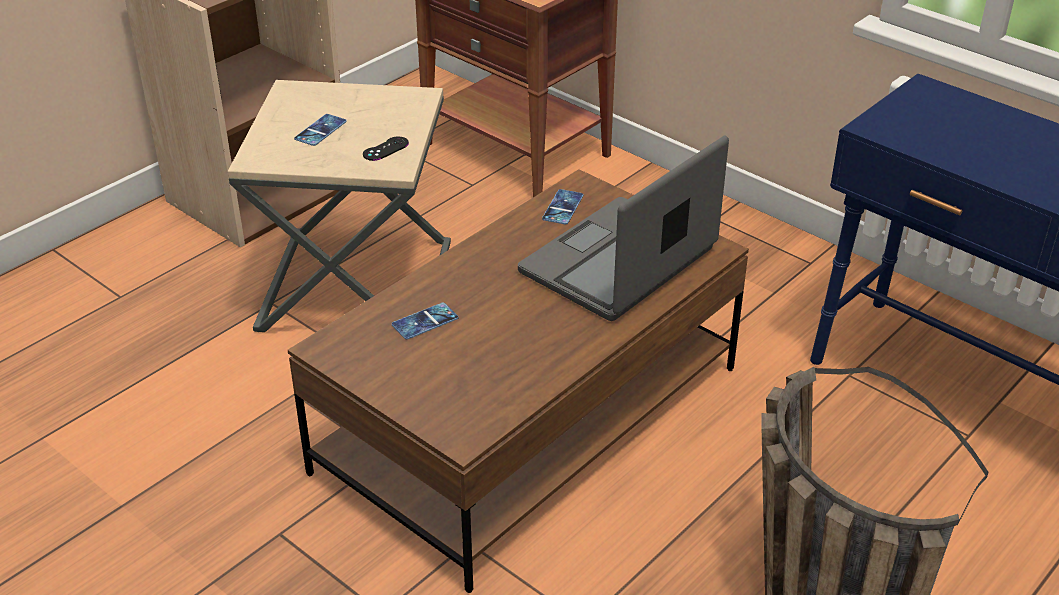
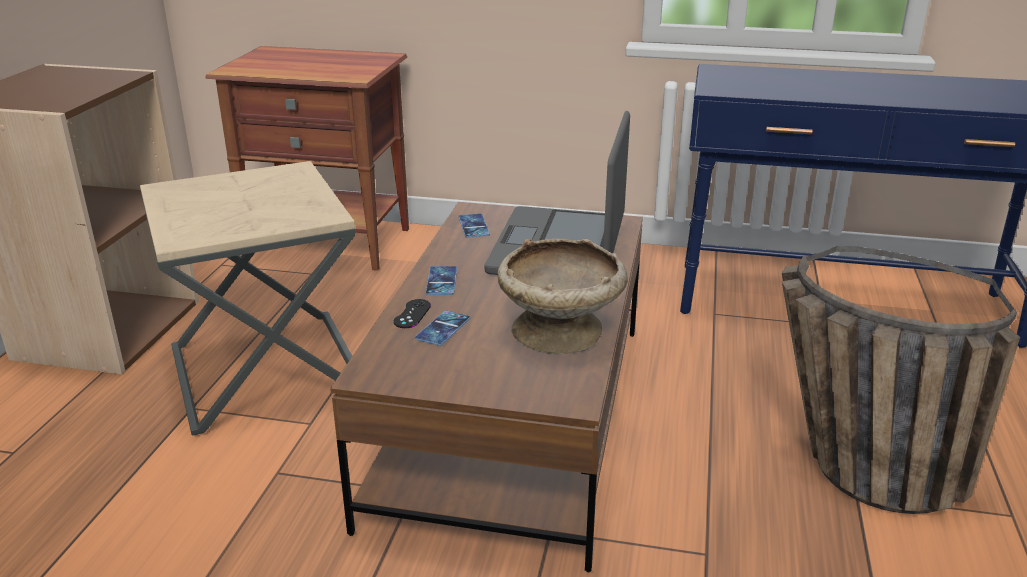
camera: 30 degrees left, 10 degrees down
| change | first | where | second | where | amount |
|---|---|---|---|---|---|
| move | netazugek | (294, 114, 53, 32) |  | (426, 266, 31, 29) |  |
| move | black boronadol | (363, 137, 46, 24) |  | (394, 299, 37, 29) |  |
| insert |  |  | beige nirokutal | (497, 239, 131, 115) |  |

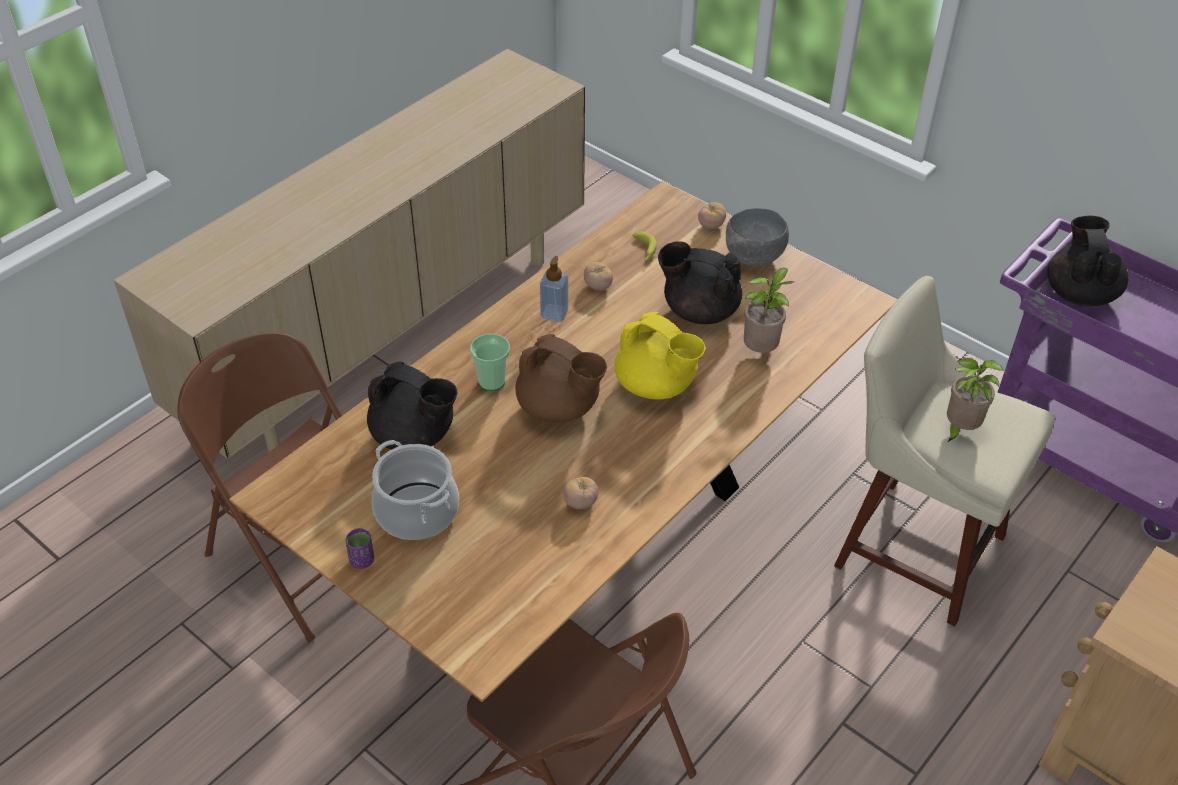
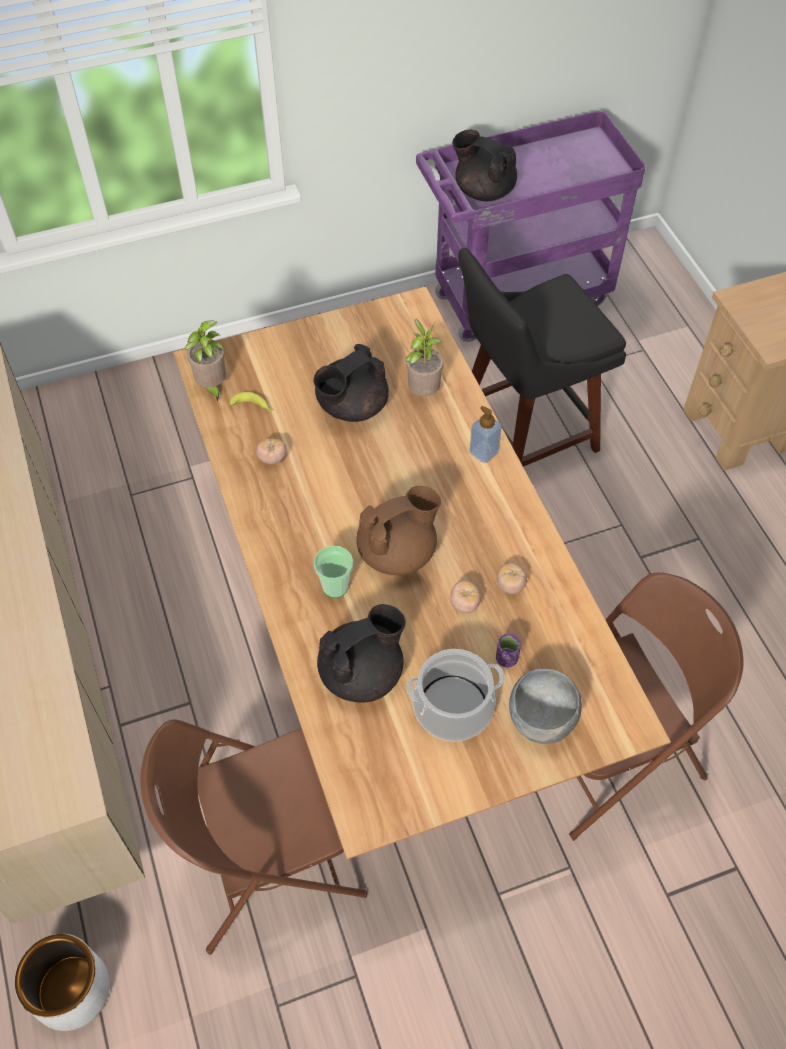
camera: 60 degrees left, 10 degrees up
| change | first | where | second | where | amount |
|---|---|---|---|---|---|
| move | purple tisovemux | (345, 528, 29, 41) |  | (496, 633, 25, 35) |  |
| move | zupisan | (540, 256, 28, 66) |  | (469, 406, 33, 57) |  |
| delete | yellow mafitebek | (615, 312, 90, 88) |  |  |  |
| move | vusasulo | (698, 202, 28, 27) |  | (450, 580, 31, 33) |  |
| move | grey nirokutal | (726, 208, 63, 58) |  | (509, 669, 73, 75) |  |
| recolor | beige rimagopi | (834, 276, 221, 351) | black rimagopi | (458, 248, 168, 219) |  |
| move | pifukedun | (947, 358, 57, 84) |  | (184, 321, 42, 81) |  |
| insert |  |  | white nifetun | (14, 934, 96, 97) |  |

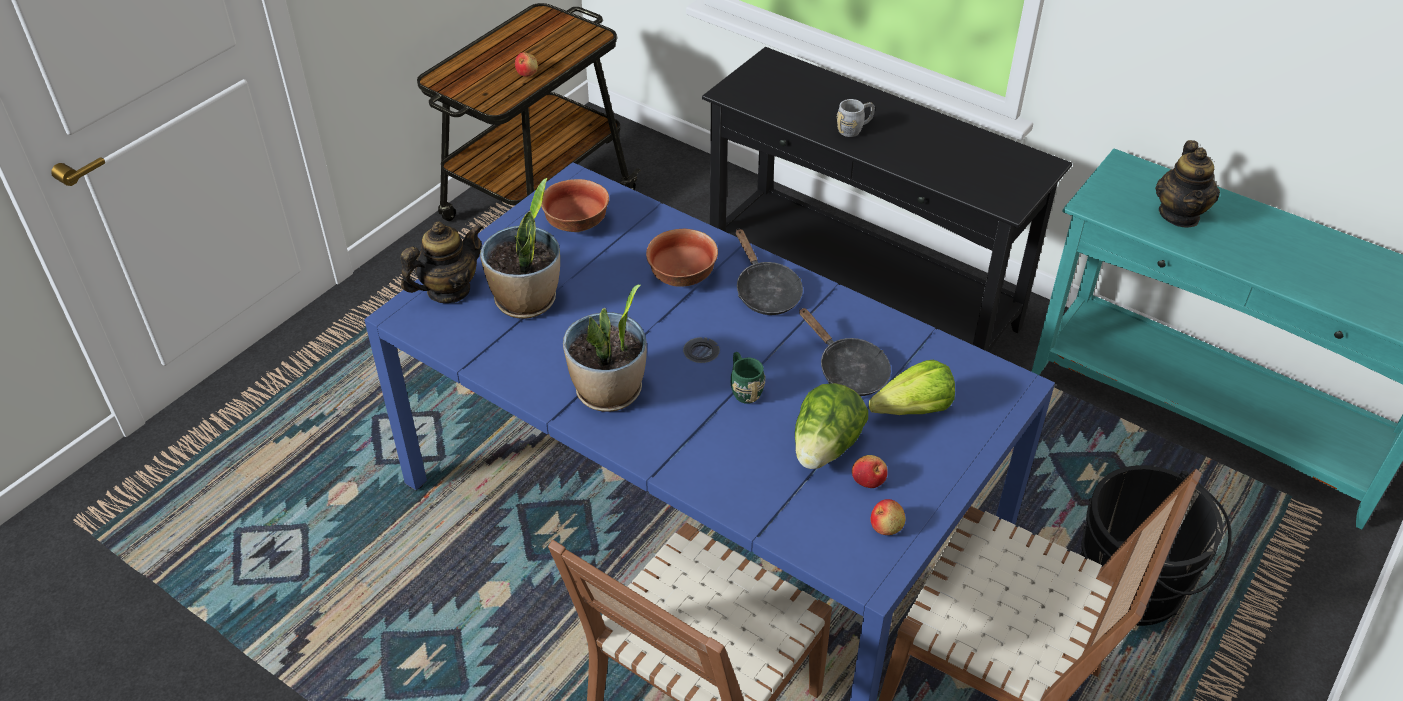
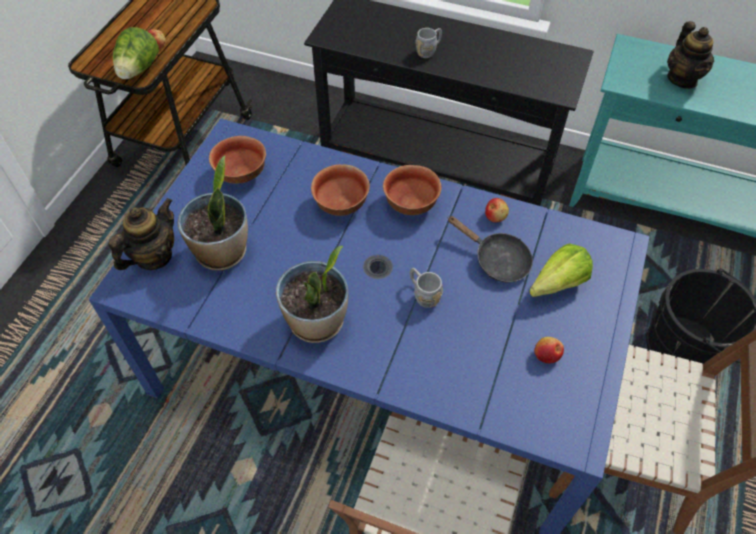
camera: 15 degrees left, 10 degrees up
| change | first | where | second | where | amount |
|---|---|---|---|---|---|
| recolor | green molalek | (731, 352, 34, 52) | grey molalek | (410, 268, 33, 40) |  |
| replace | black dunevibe | (736, 228, 67, 87) | nirokutal | (383, 165, 58, 50) |  |
| move | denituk | (795, 383, 73, 86) |  | (113, 27, 46, 52) |  |
| move | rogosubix | (871, 499, 34, 36) |  | (485, 198, 24, 24) |  |

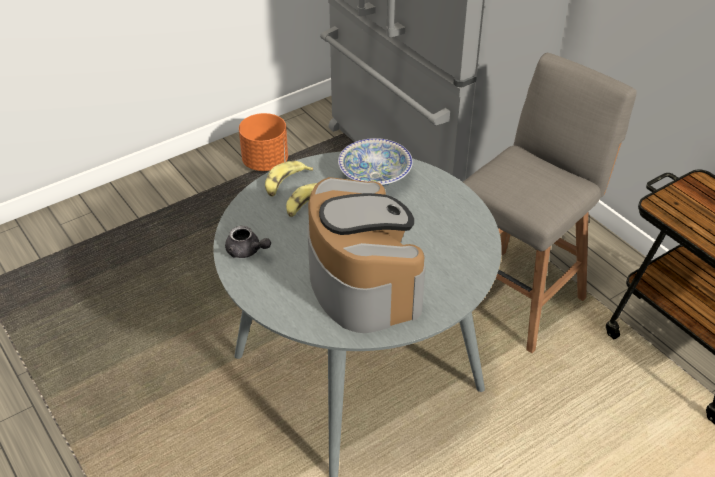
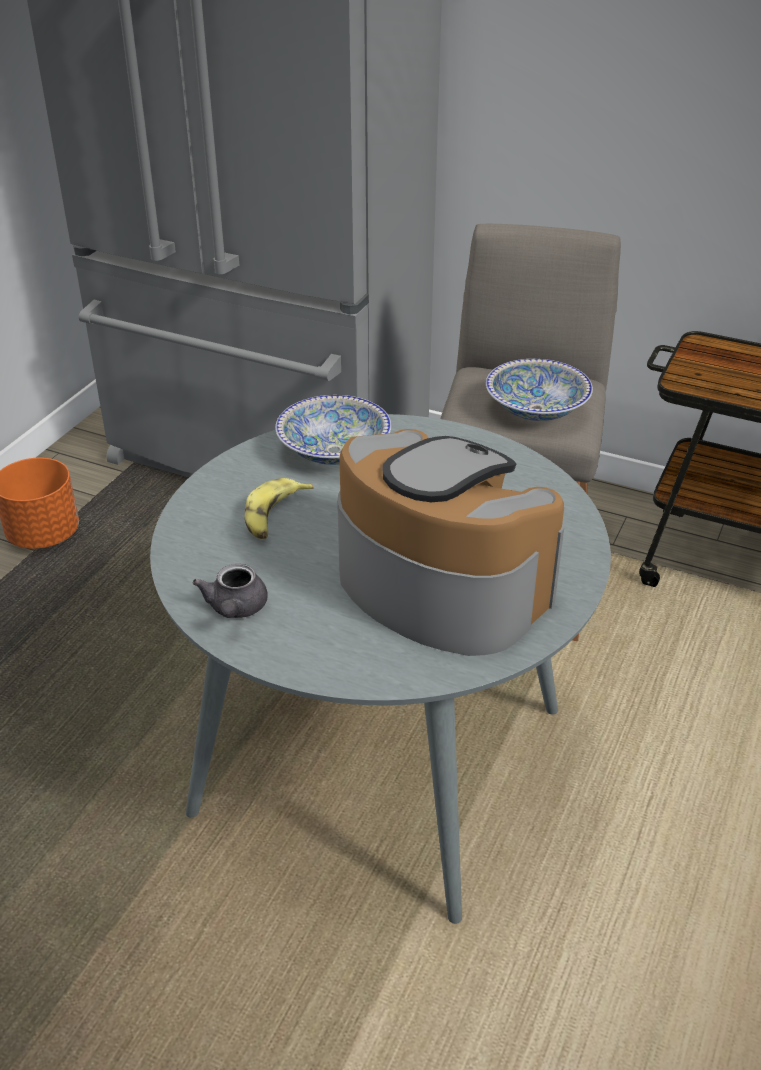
camera: 30 degrees left, 5 degrees down
| change | first | where | second | where | amount |
|---|---|---|---|---|---|
| rotate | grey mafitebek | (225, 226, 46, 32) |  | (192, 564, 76, 54) | 90 degrees clockwise |
| delete | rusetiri | (265, 161, 48, 36) |  |  |  |
| insert |  |  | nirokutal | (486, 359, 107, 62) |  |

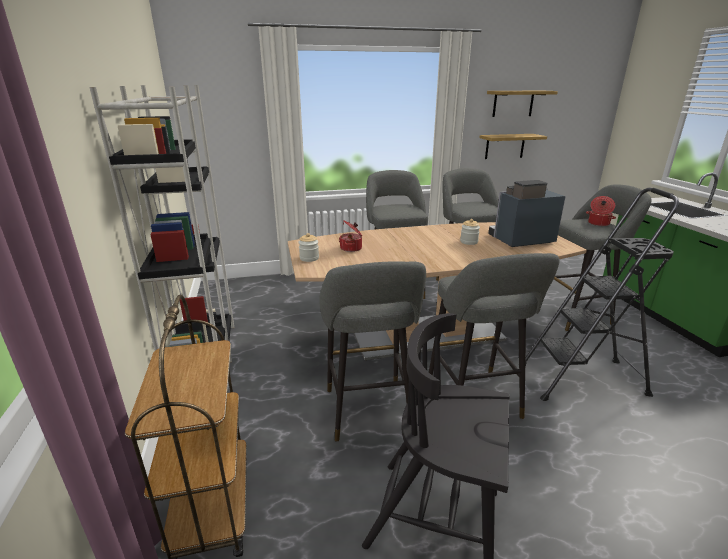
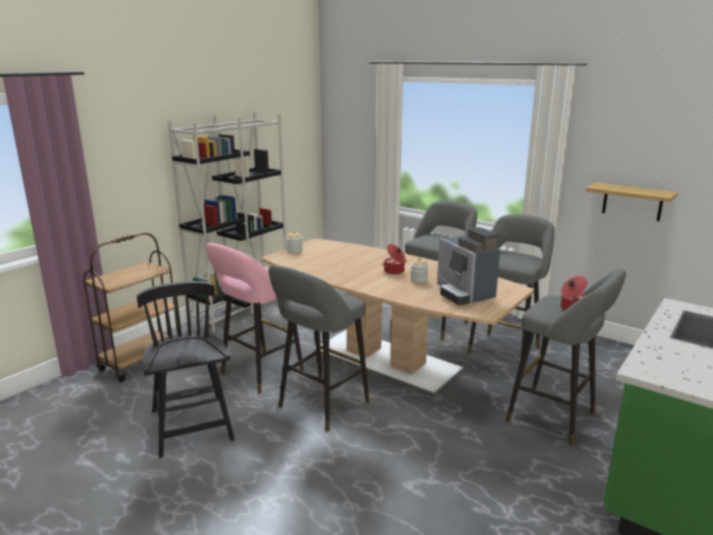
camera: 50 degrees right, 5 degrees down
| change | first | where | second | where | amount |
|---|---|---|---|---|---|
| recolor | grey rimagopi | (319, 261, 107, 181) | pink rimagopi | (206, 243, 98, 151) |  |
| move | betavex | (339, 220, 23, 32) |  | (382, 244, 25, 30) |  |
| delete | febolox | (487, 91, 71, 26) |  |  |  |
| rotate | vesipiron | (488, 180, 78, 67) |  | (437, 227, 63, 78) | 150 degrees counterclockwise |
| delete | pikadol | (525, 188, 154, 213) |  |  |  |

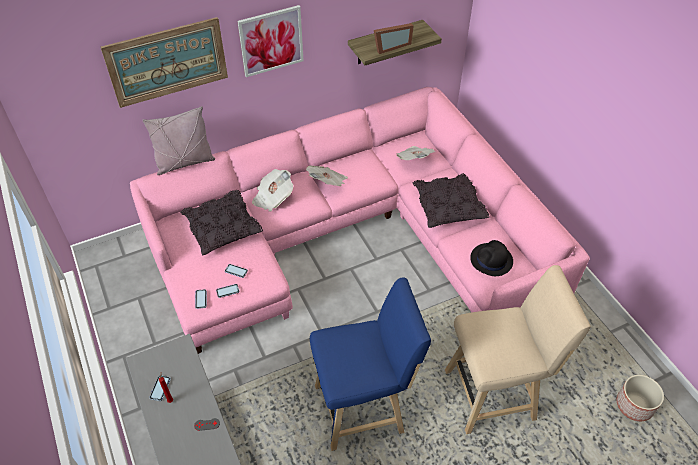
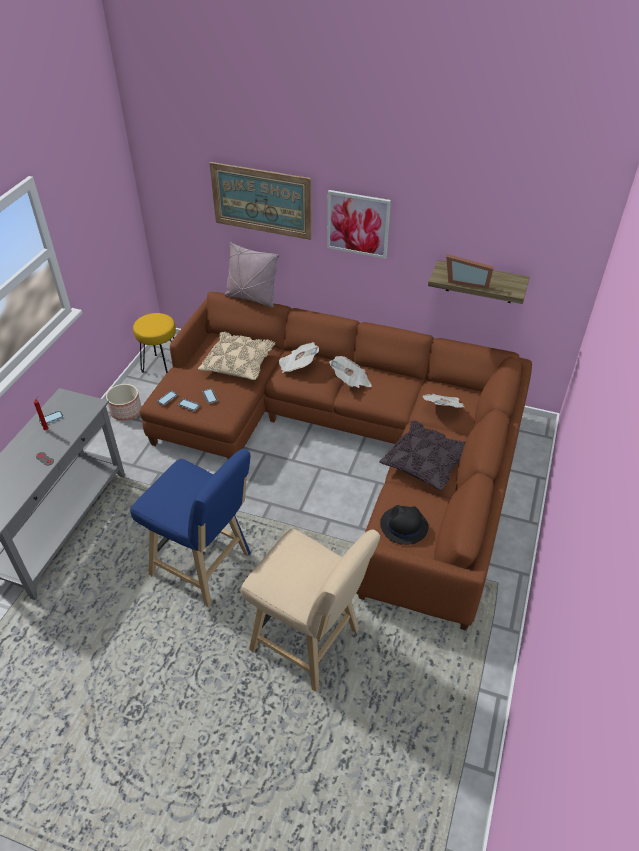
camera: 45 degrees right, 5 degrees down
| change | first | where | second | where | amount |
|---|---|---|---|---|---|
| recolor | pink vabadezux | (130, 87, 460, 267) | brown vabadezux | (140, 292, 392, 339) |  |
| recolor | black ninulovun | (180, 190, 83, 65) | beige ninulovun | (198, 332, 77, 48) |  |
| move | nifetun | (617, 375, 47, 46) |  | (106, 384, 36, 37) |  |
| insert |  |  | yellow rimagopi | (133, 313, 43, 61) |  |

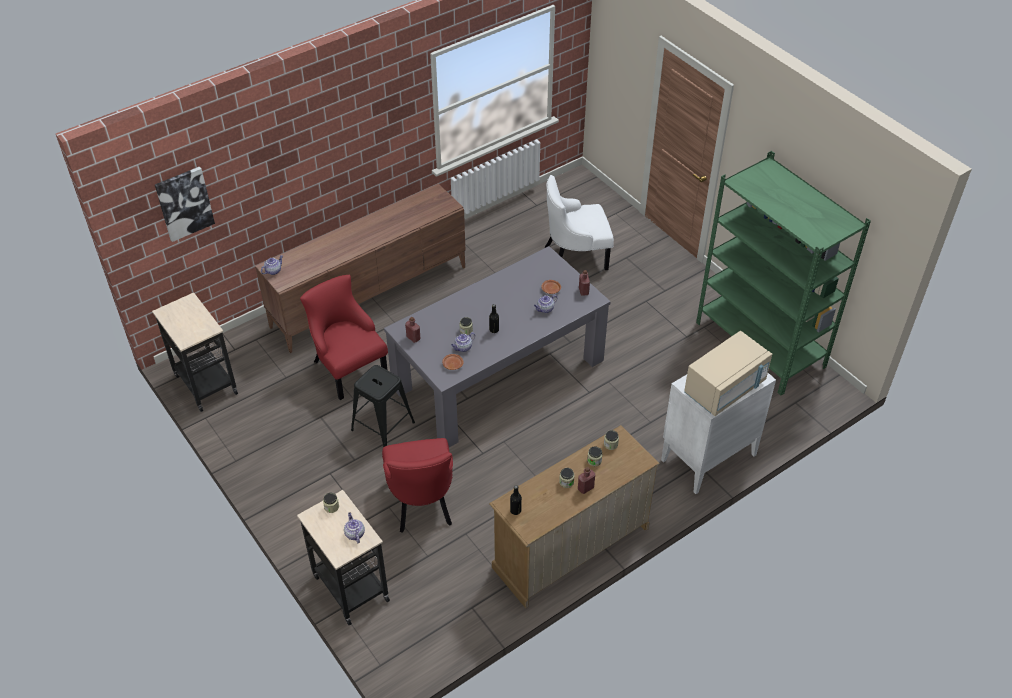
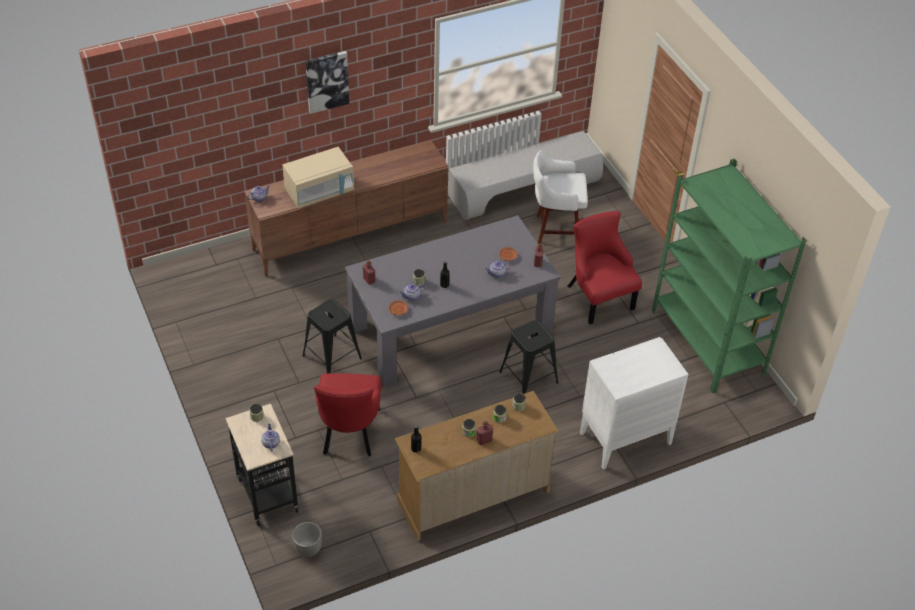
camera: 10 degrees right, 0 degrees up
| change | first | where | second | where | amount |
|---|---|---|---|---|---|
| delete | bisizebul | (152, 292, 86, 120) |  |  |  |
| move | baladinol | (155, 166, 60, 76) |  | (305, 51, 44, 63) |  |
| move | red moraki | (300, 275, 88, 125) |  | (568, 211, 74, 114) |  |
| replace | white moraki | (544, 175, 70, 95) | white rimagopi | (533, 150, 55, 94) |  |
| move | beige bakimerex | (684, 331, 88, 85) |  | (282, 147, 72, 62) |  |
| insert |  |  | nifetun | (292, 522, 30, 35) |  |
| insert |  |  | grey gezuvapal | (448, 131, 155, 89) |  |
| insert |  |  | black rimagopi | (499, 320, 59, 74) |  |

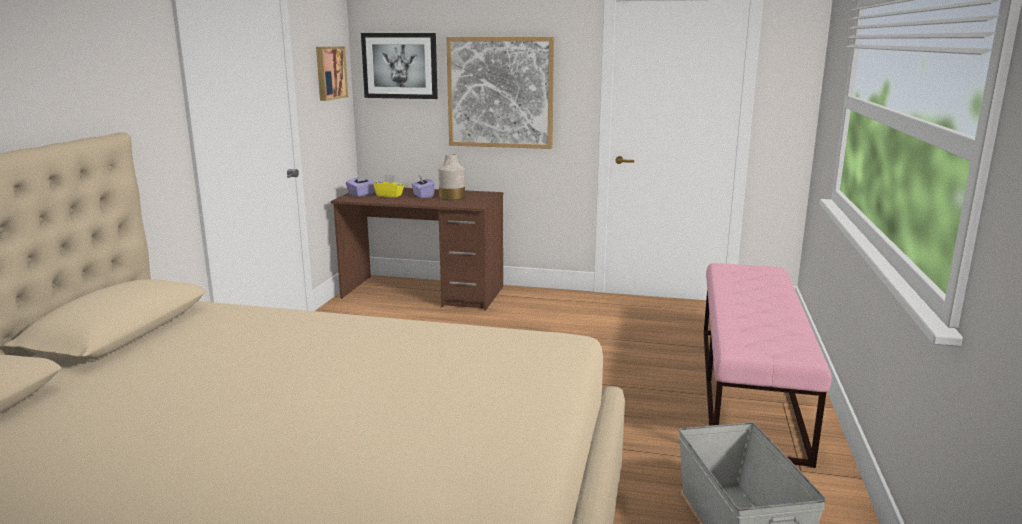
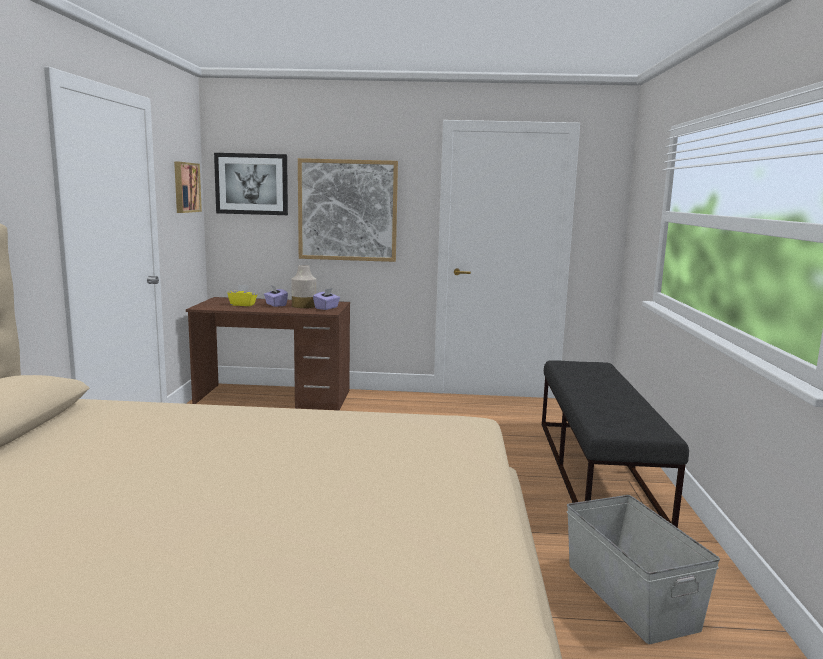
camera: 10 degrees left, 5 degrees down
| change | first | where | second | where | amount |
|---|---|---|---|---|---|
| move | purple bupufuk | (346, 174, 29, 23) |  | (313, 288, 27, 22) |  |
| recolor | pink gezuvapal | (704, 263, 128, 205) | black gezuvapal | (542, 360, 147, 168) |  |

